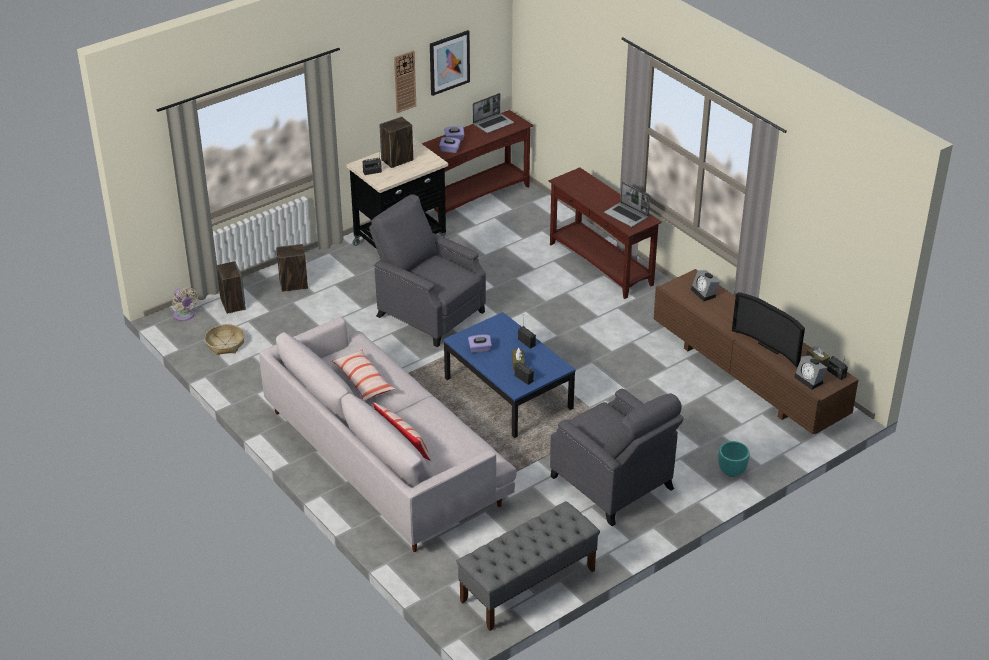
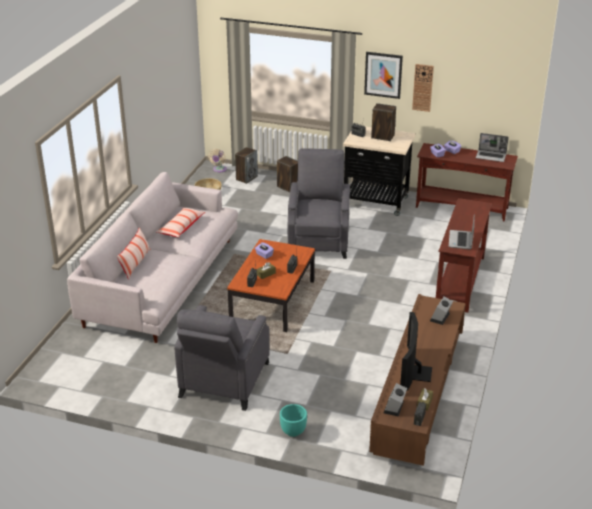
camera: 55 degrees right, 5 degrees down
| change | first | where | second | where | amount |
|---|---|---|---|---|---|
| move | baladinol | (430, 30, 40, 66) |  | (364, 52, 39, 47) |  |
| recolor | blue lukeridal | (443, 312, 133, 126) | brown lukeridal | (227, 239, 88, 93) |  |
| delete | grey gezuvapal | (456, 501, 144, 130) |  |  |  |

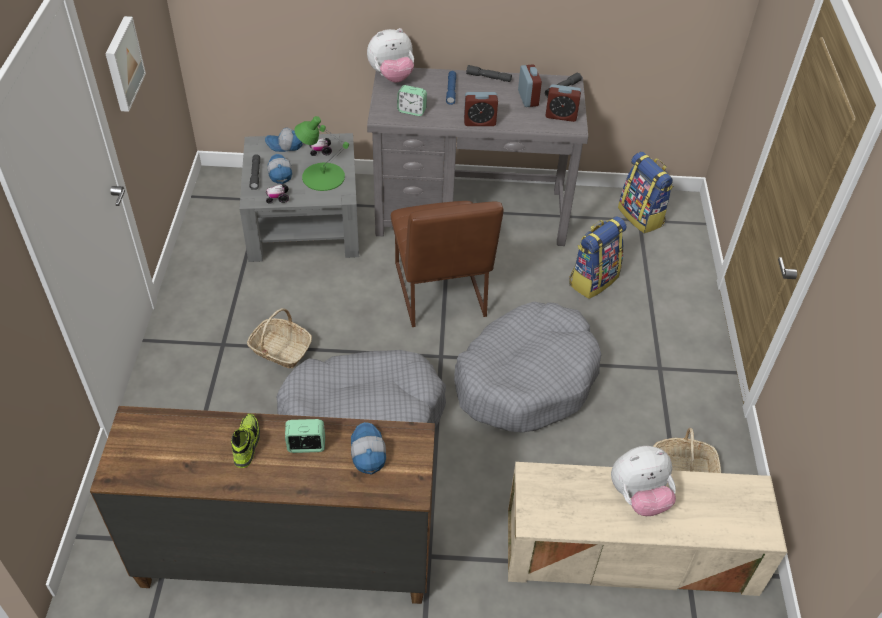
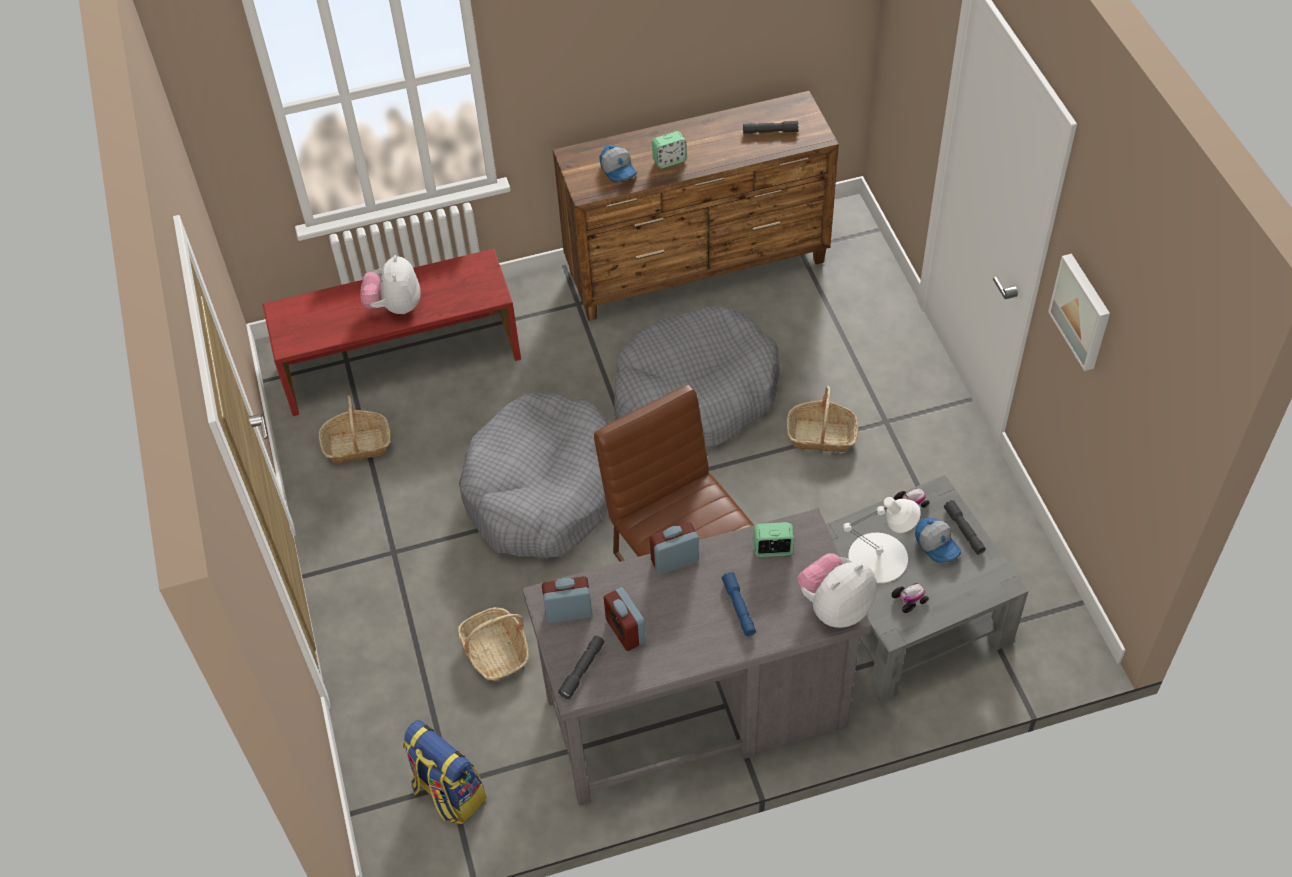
camera: 165 degrees right, 5 degrees up
| change | first | where | second | where | amount |
|---|---|---|---|---|---|
| delete | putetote | (231, 414, 29, 54) |  |  |  |
| delete | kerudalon | (265, 128, 38, 24) |  |  |  |
| recolor | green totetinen | (294, 116, 55, 75) | white totetinen | (843, 497, 78, 86) |  |
| move | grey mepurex | (466, 65, 46, 17) |  | (743, 121, 56, 13) |  |
| recolor | beige gezuvapal | (508, 462, 279, 134) | red gezuvapal | (262, 249, 259, 167) |  |
| replace | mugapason | (569, 216, 58, 83) | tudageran | (458, 607, 71, 74) |  |
| rotate | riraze | (611, 446, 65, 70) |  | (361, 255, 60, 59) | 60 degrees counterclockwise |

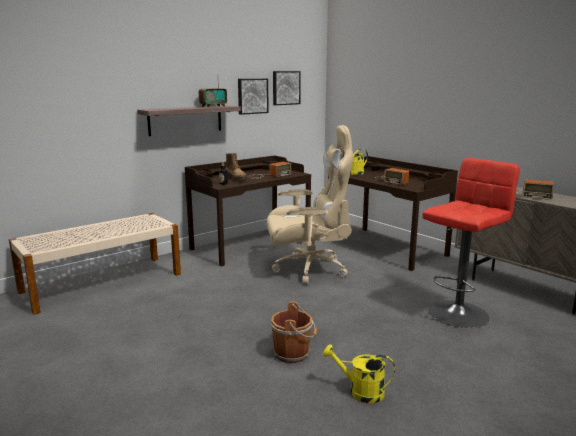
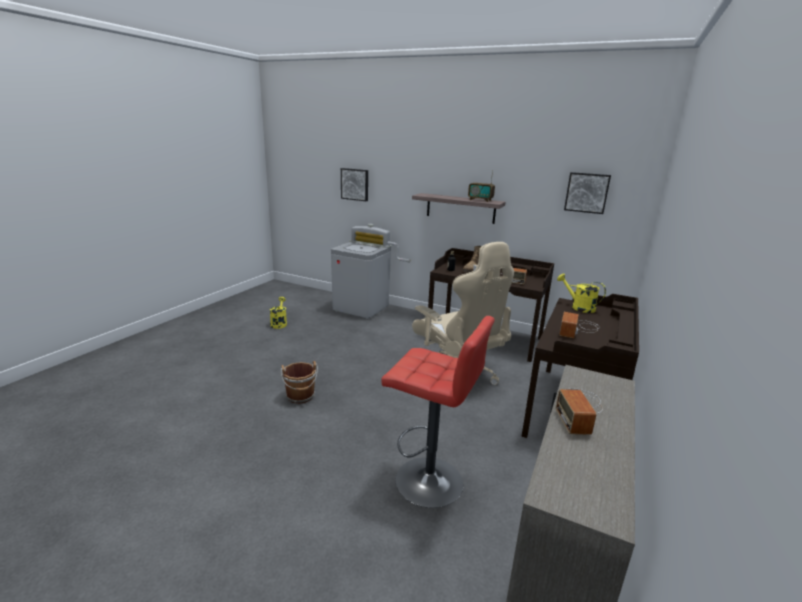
camera: 65 degrees right, 5 degrees up
| change | first | where | second | where | amount |
|---|---|---|---|---|---|
| replace | beige gezuvapal | (9, 213, 172, 102) | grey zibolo | (331, 224, 79, 95) |  |
| move | baladinol | (238, 79, 31, 36) |  | (341, 168, 27, 33) |  |
| move | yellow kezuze | (323, 344, 72, 59) |  | (270, 297, 17, 32) |  |

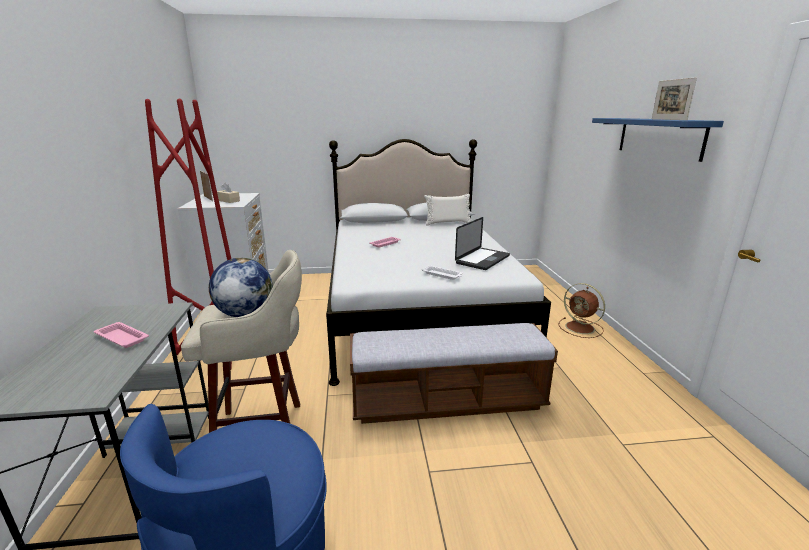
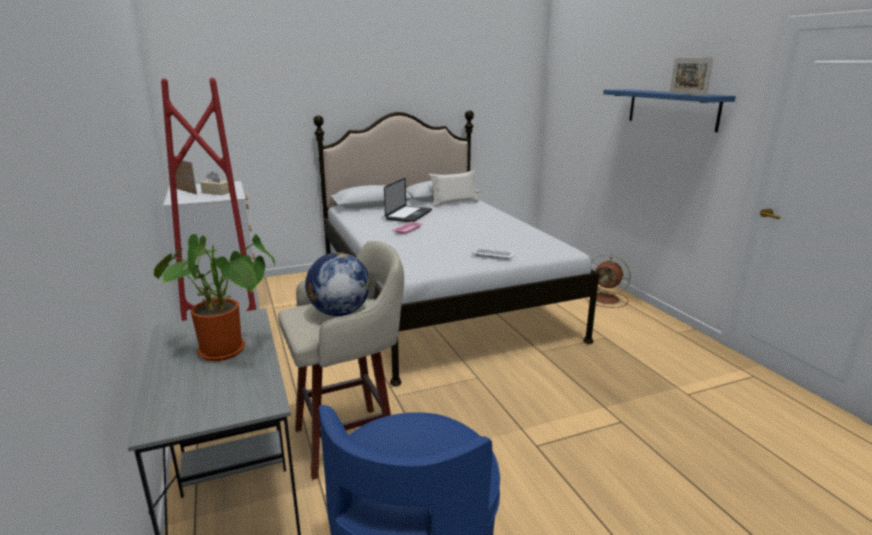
camera: 15 degrees left, 0 degrees up
| change | first | where | second | where | amount |
|---|---|---|---|---|---|
| replace | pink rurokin | (94, 322, 55, 26) | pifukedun | (154, 234, 121, 127) |  |
| delete | gezuvapal | (350, 323, 208, 101) |  |  |  |
| move | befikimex | (455, 217, 55, 53) |  | (384, 178, 48, 44) |  |

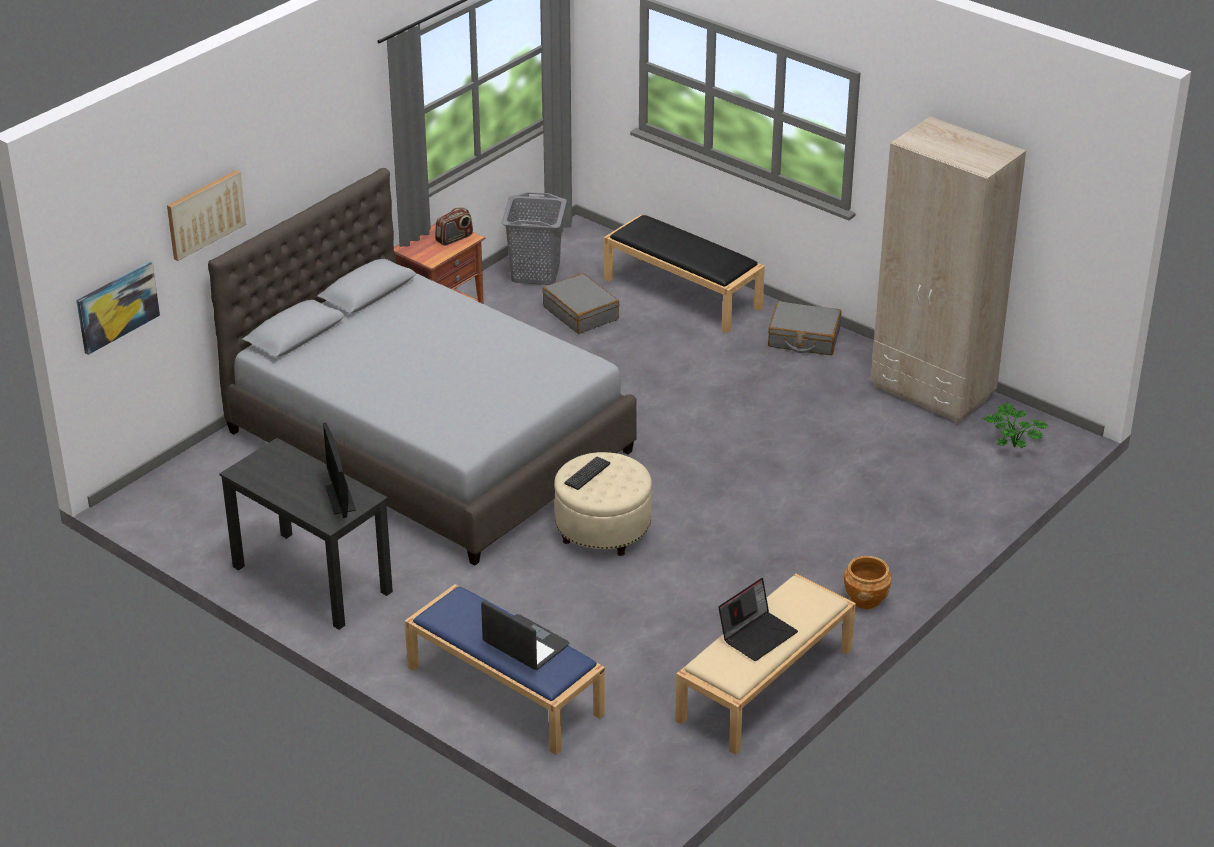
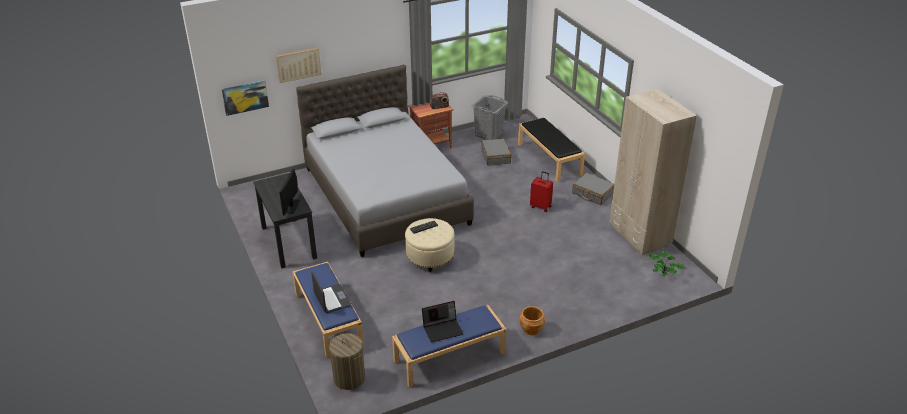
camera: 25 degrees right, 0 degrees up
| change | first | where | second | where | amount |
|---|---|---|---|---|---|
| recolor | beige gezuvapal | (675, 574, 181, 181) | blue gezuvapal | (392, 305, 115, 82) |  |
| insert |  |  | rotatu | (329, 333, 36, 57) |  |
| insert |  |  | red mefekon | (530, 171, 23, 41) |  |

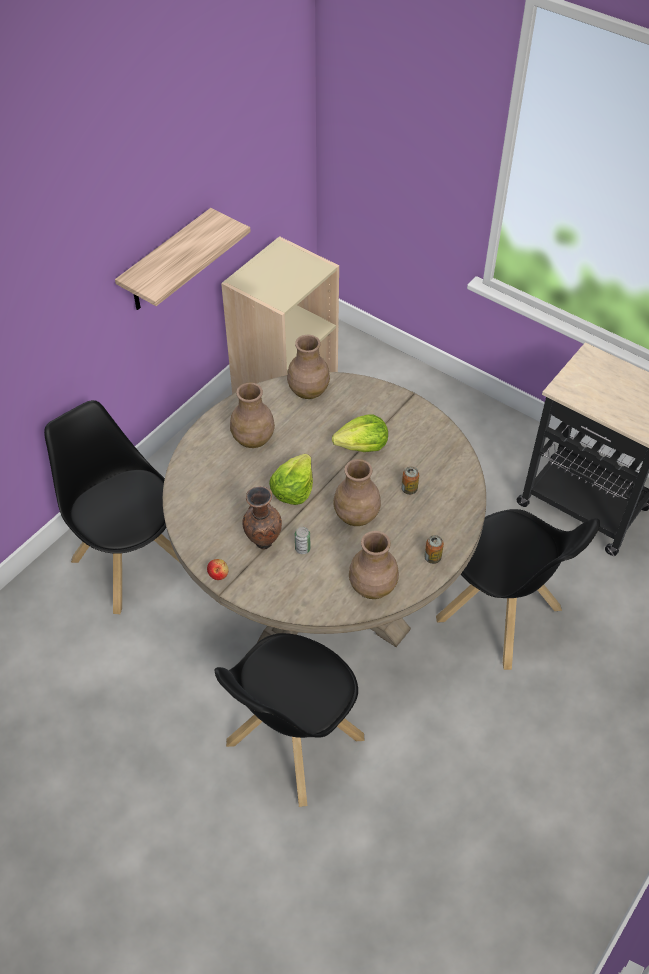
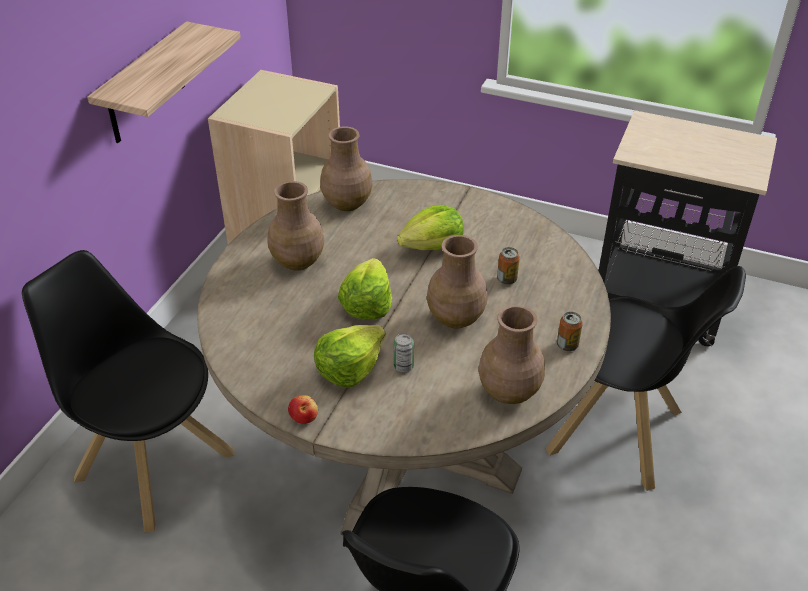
camera: 15 degrees left, 10 degrees down
| change | first | where | second | where | amount |
|---|---|---|---|---|---|
| replace | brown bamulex | (242, 486, 40, 64) | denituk | (314, 325, 72, 63) |  |

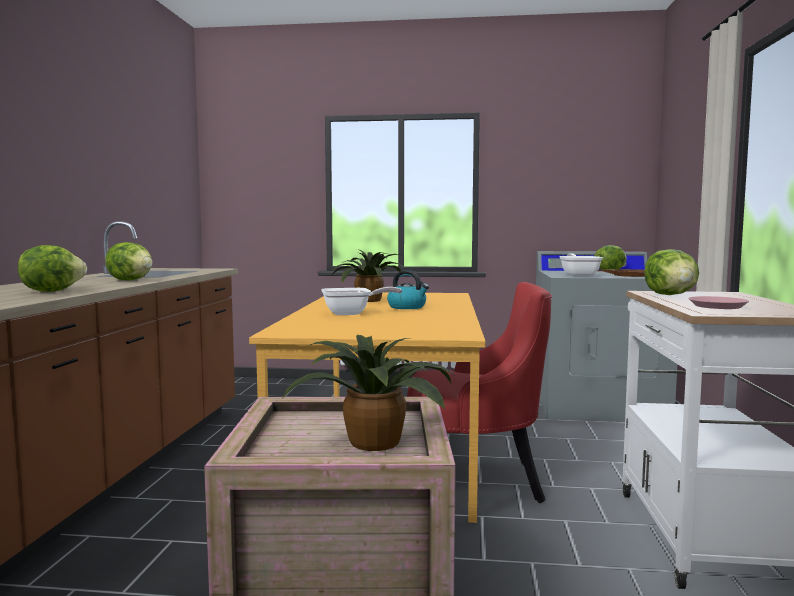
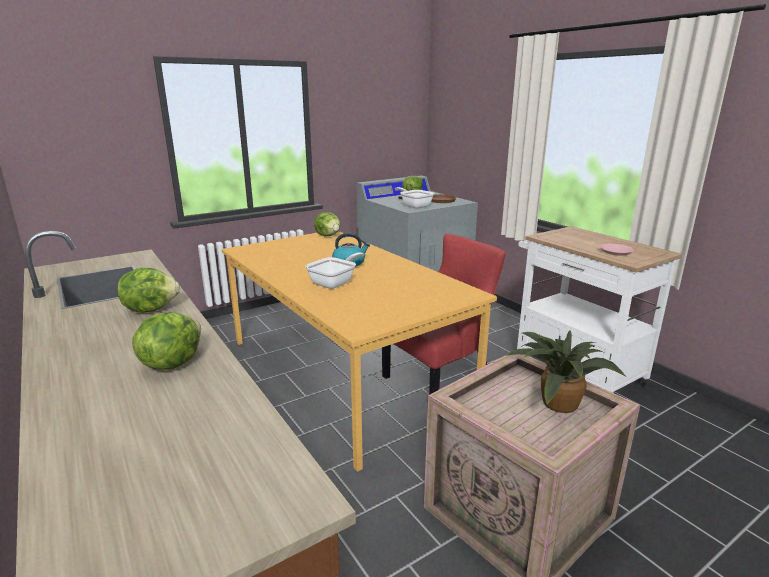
camera: 40 degrees left, 15 degrees up
| change | first | where | second | where | amount |
|---|---|---|---|---|---|
| delete | pifukedun | (332, 249, 73, 53) |  |  |  |
| move | denituk | (644, 249, 55, 46) |  | (314, 212, 27, 24) |  |

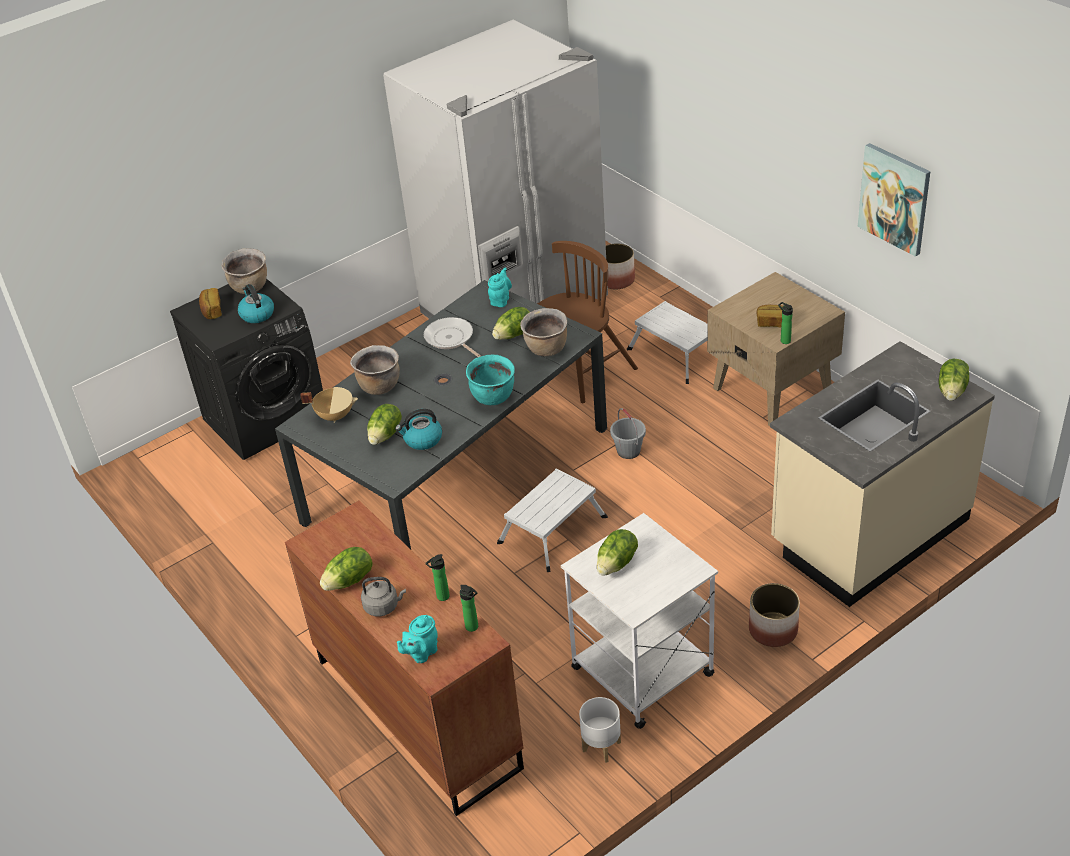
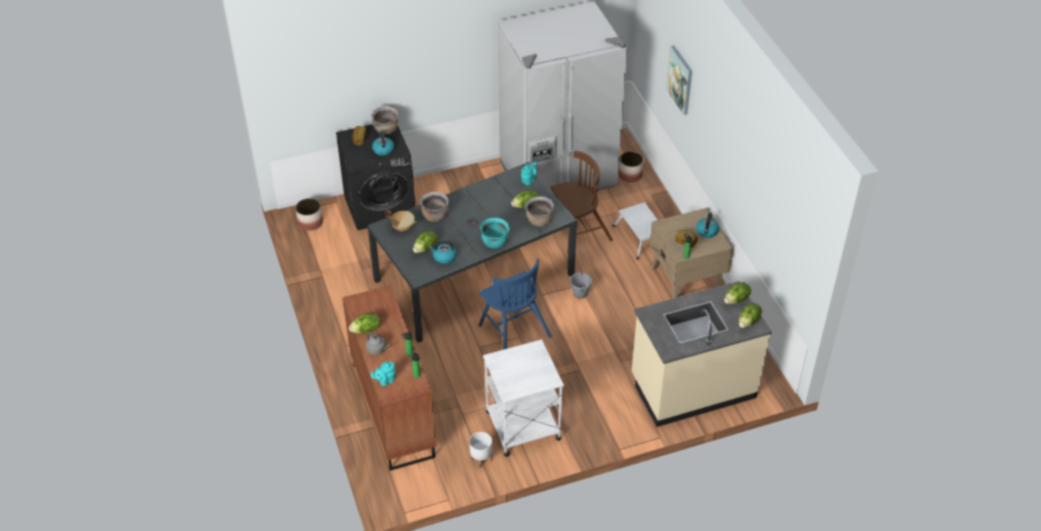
camera: 15 degrees right, 5 degrees up
| change | first | where | second | where | amount |
|---|---|---|---|---|---|
| delete | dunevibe | (424, 317, 57, 40) |  |  |  |
| replace | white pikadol | (497, 468, 111, 104) | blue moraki | (478, 258, 74, 92) |  |
| move | denituk | (597, 529, 41, 46) |  | (724, 282, 27, 22) |  |
| move | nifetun | (749, 583, 51, 64) |  | (295, 198, 28, 33) |  |
| move | baladinol | (858, 143, 72, 114) |  | (666, 45, 26, 70) |  |
| insert |  |  | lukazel | (696, 213, 23, 25) |  |

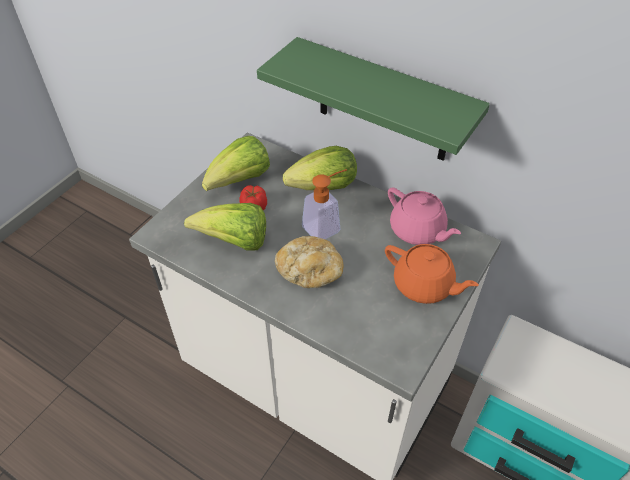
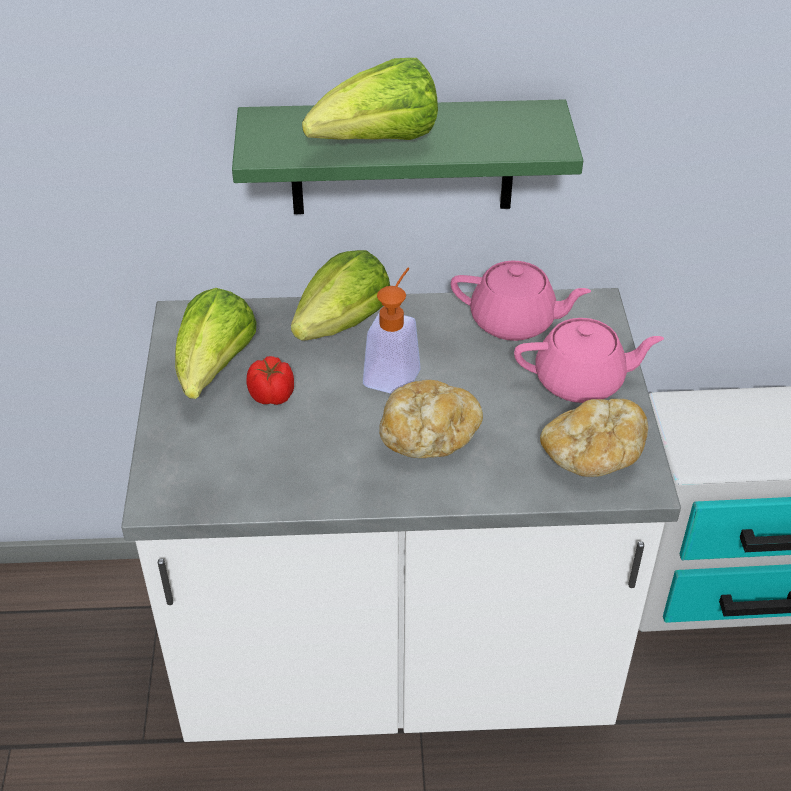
camera: 35 degrees left, 5 degrees down
| change | first | where | second | where | amount |
|---|---|---|---|---|---|
| move | denituk | (184, 203, 82, 48) |  | (302, 58, 136, 82) |  |
| recolor | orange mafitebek | (385, 244, 94, 60) | pink mafitebek | (514, 318, 150, 85) |  |
| insert |  |  | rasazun | (540, 399, 108, 78) |  |

